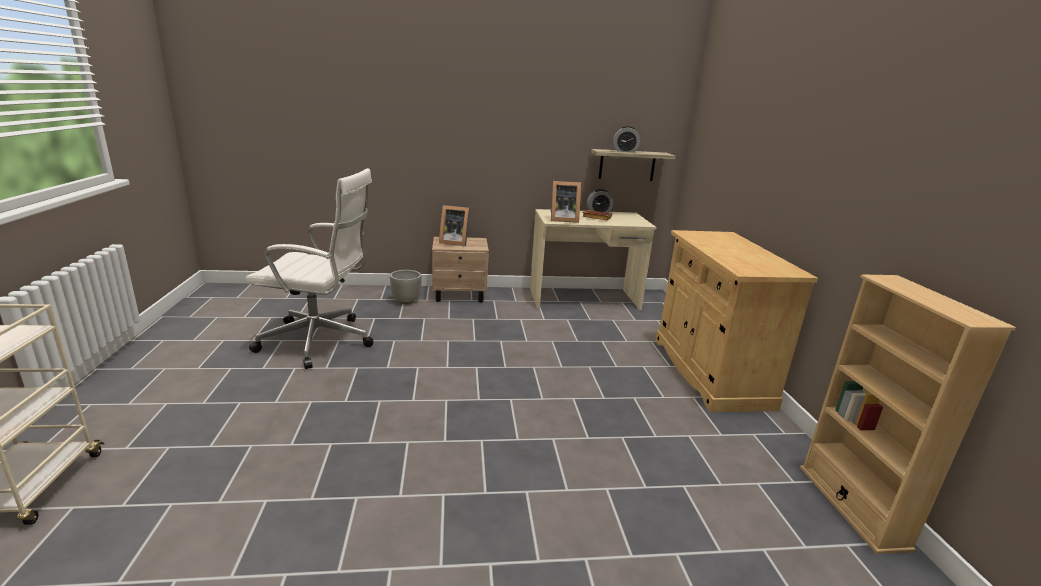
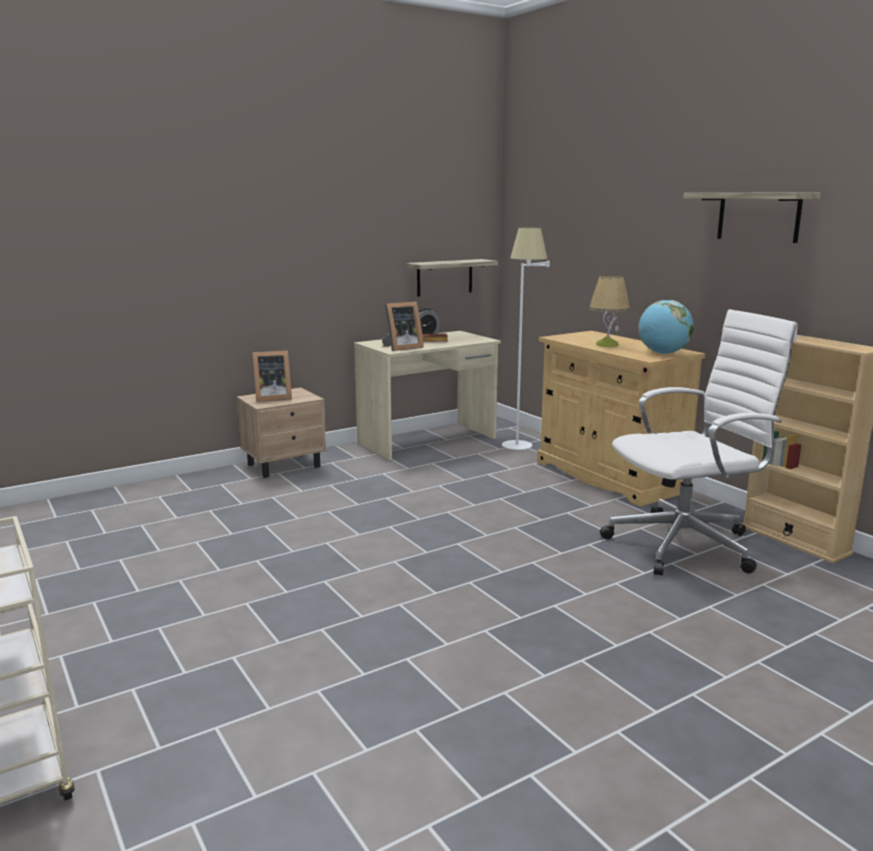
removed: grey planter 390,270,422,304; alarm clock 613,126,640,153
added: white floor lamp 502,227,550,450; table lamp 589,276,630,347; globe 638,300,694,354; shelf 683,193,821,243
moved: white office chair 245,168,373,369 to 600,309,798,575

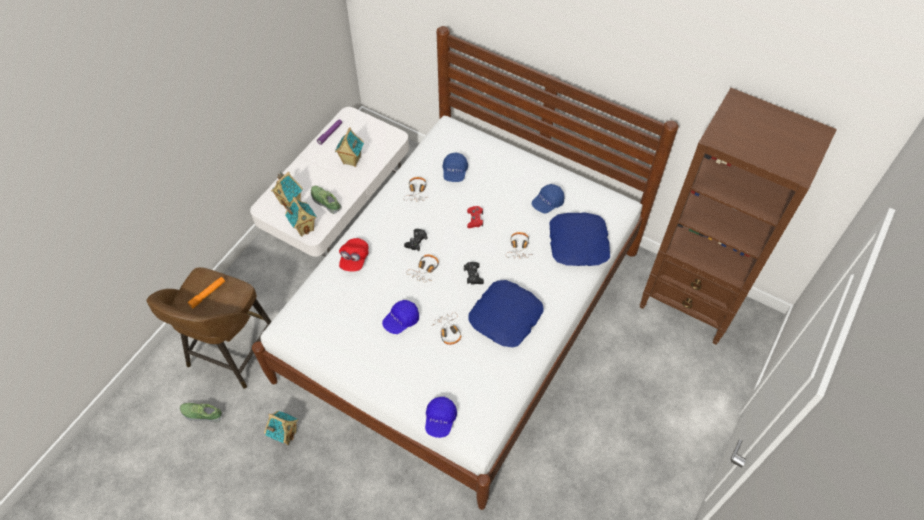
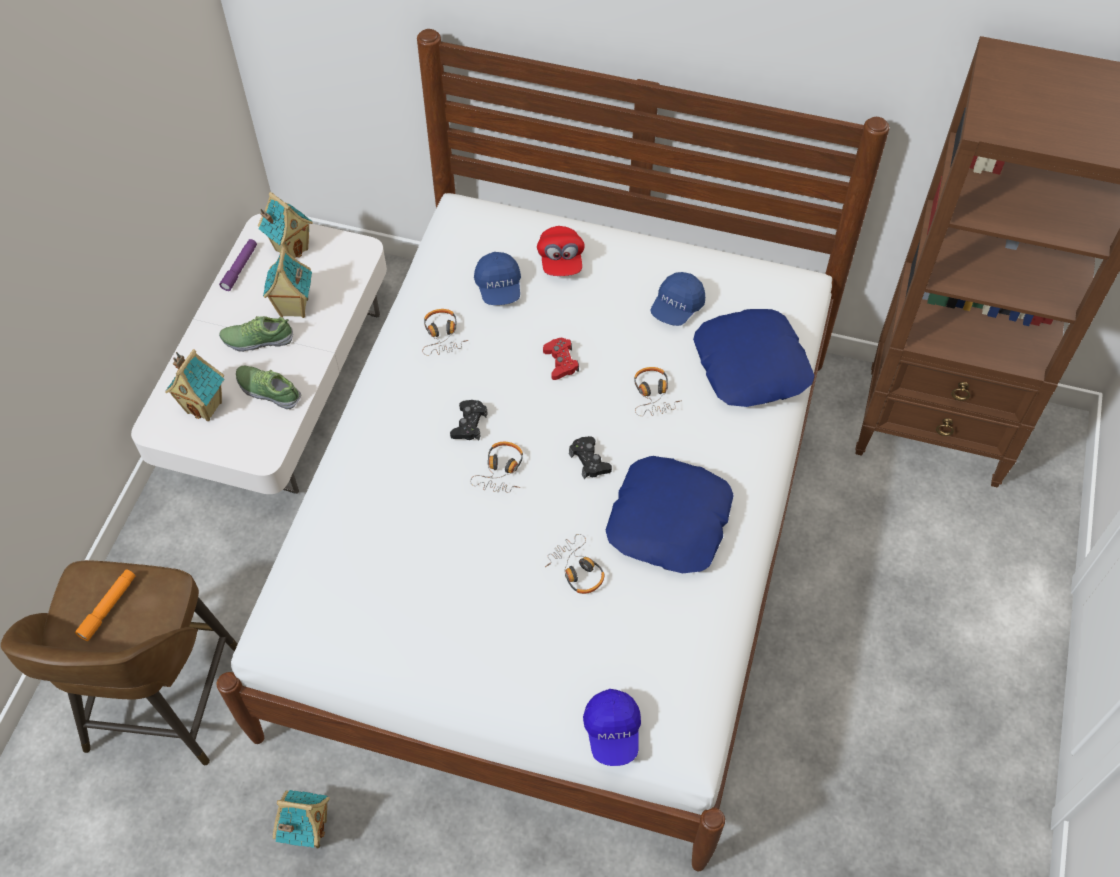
removed: blue cap 382,300,419,334
moved: shoe 180,403,223,422 to 219,316,293,352; toy house 285,197,317,237 to 258,192,313,258; red cap 339,238,369,272 to 537,226,585,276

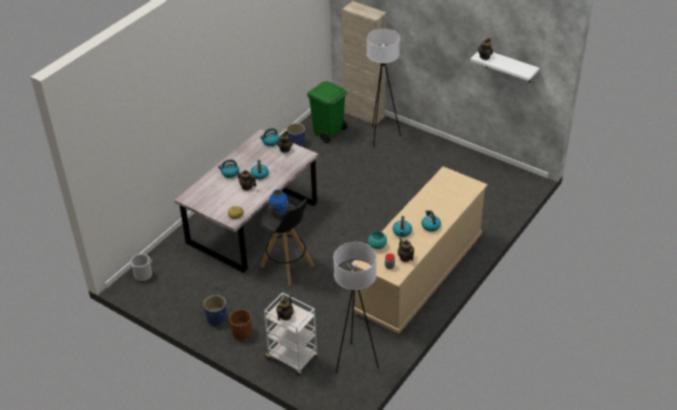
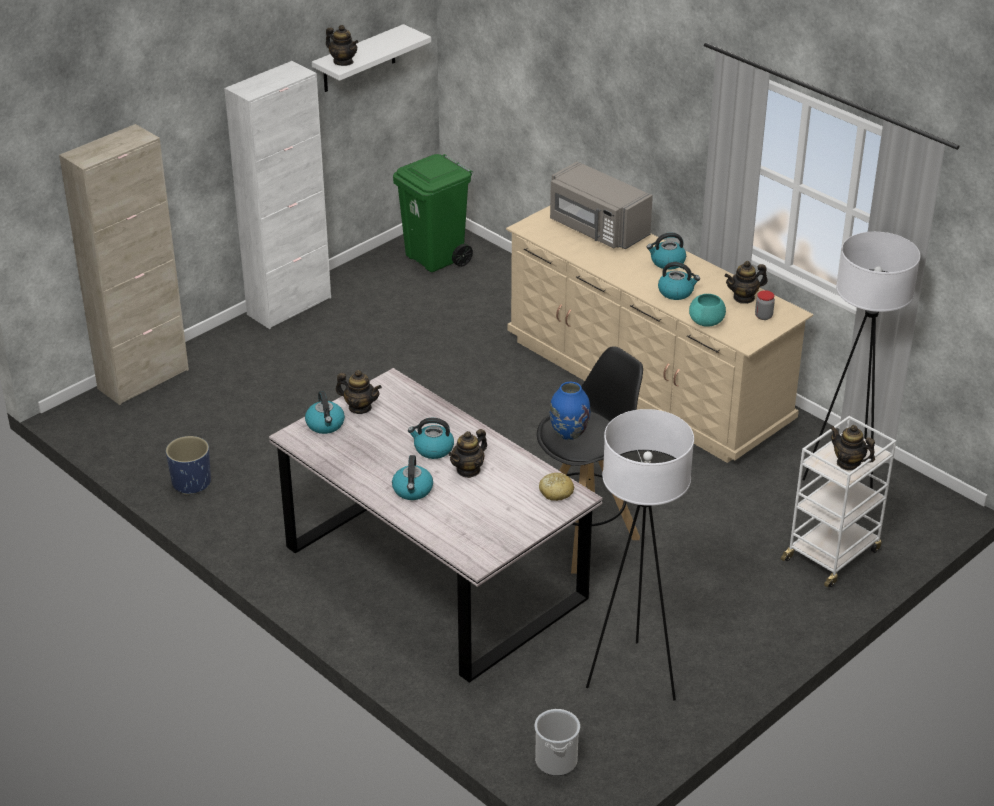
removed: blue planter 203,295,227,325; brown planter 229,309,252,340
added: white cabinet 224,61,331,329; grey microwave 550,161,653,249
moved: green trash can 307,81,348,143 to 393,154,473,272; white floor lamp 367,29,401,147 to 586,409,694,701

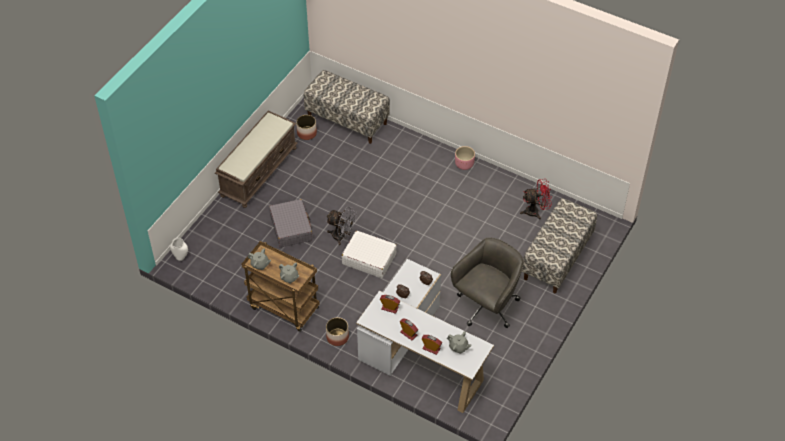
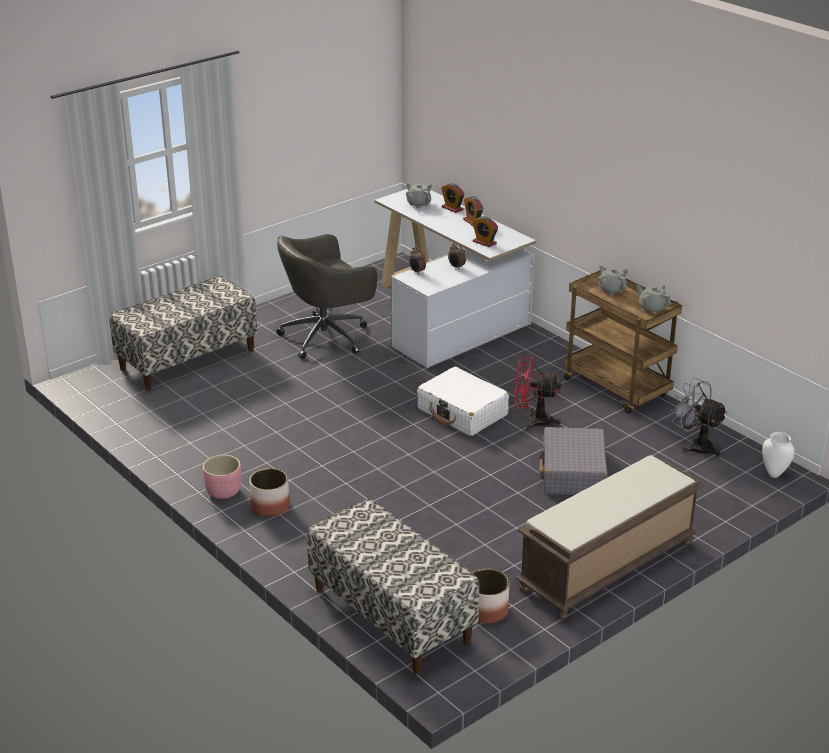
moved: grey fan 326,207,357,245 to 671,377,728,458; planter 326,317,349,346 to 249,468,290,517; red fan 520,179,552,220 to 514,357,561,430

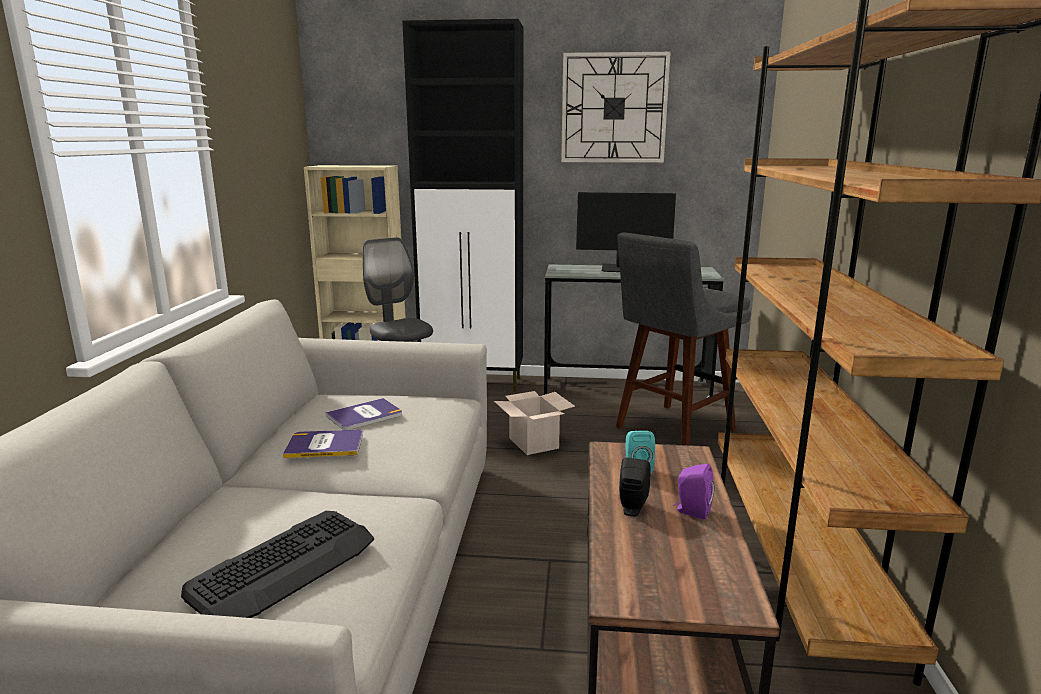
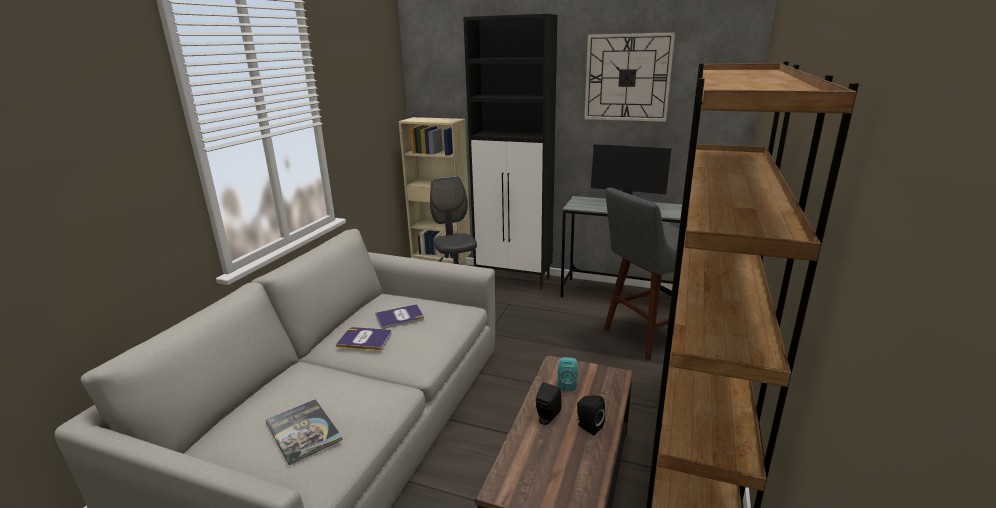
removed: cardboard box 494,391,575,455
replaced: keyboard 181,511,374,618 to book 265,399,343,465
recoloured: purple speaker 673,464,714,520 to black speaker 576,395,605,435

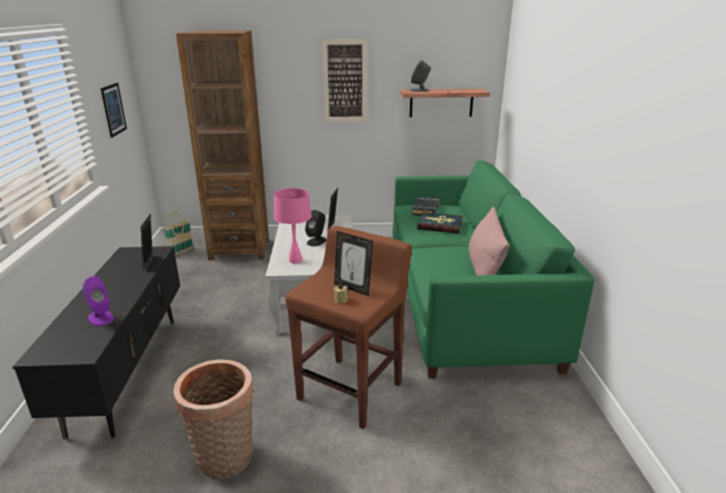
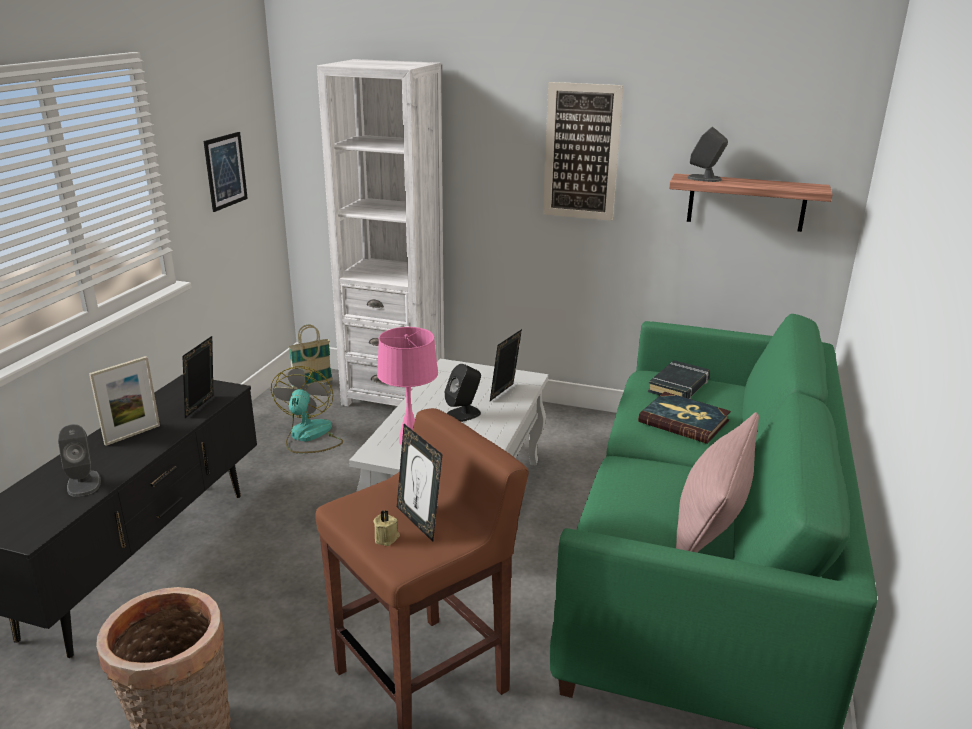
added: picture frame 89,356,160,446; fan 271,366,343,453
recoloured: purple speaker 83,276,114,326 to grey speaker 58,424,101,497; brown bookcase 176,30,269,260 to white bookcase 317,59,444,406

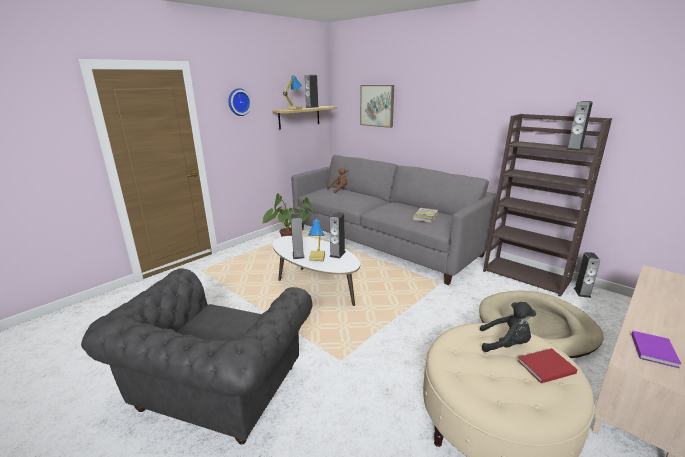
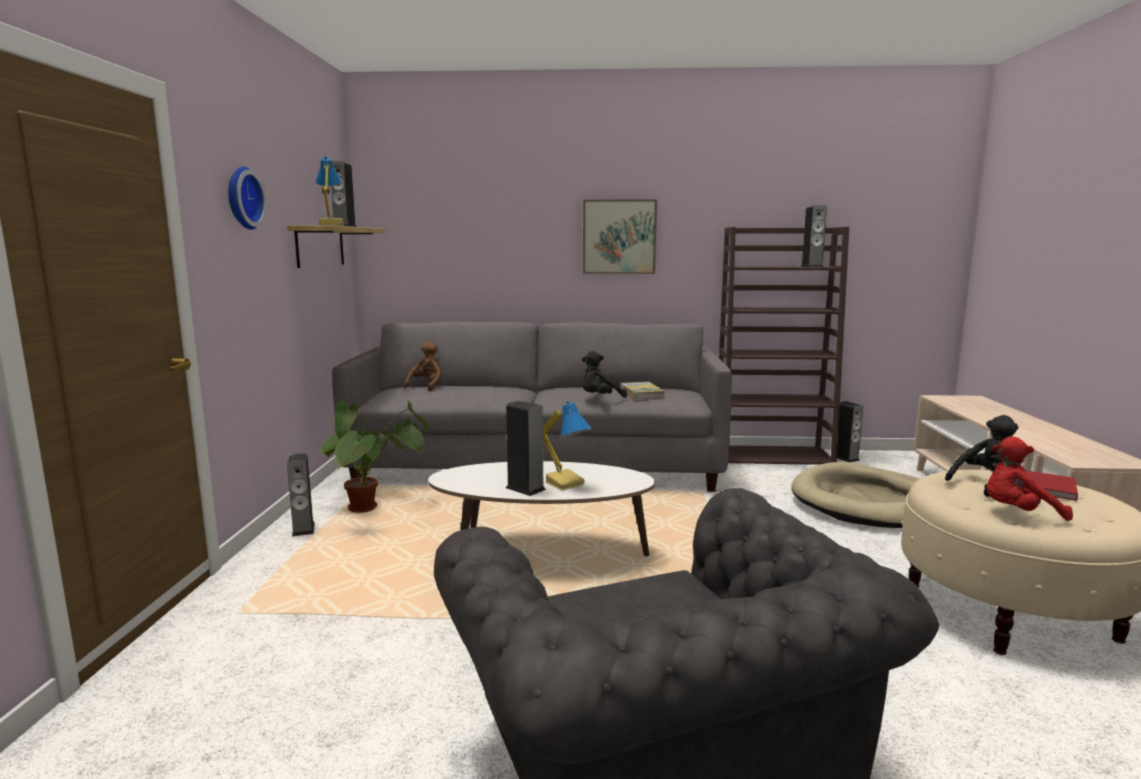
removed: purple book 631,331,681,368
added: black plush toy 582,351,627,398; red plush toy 986,437,1073,521
moved: speaker 329,212,346,259 to 287,453,315,536; picture 360,85,394,128 to 583,199,657,274

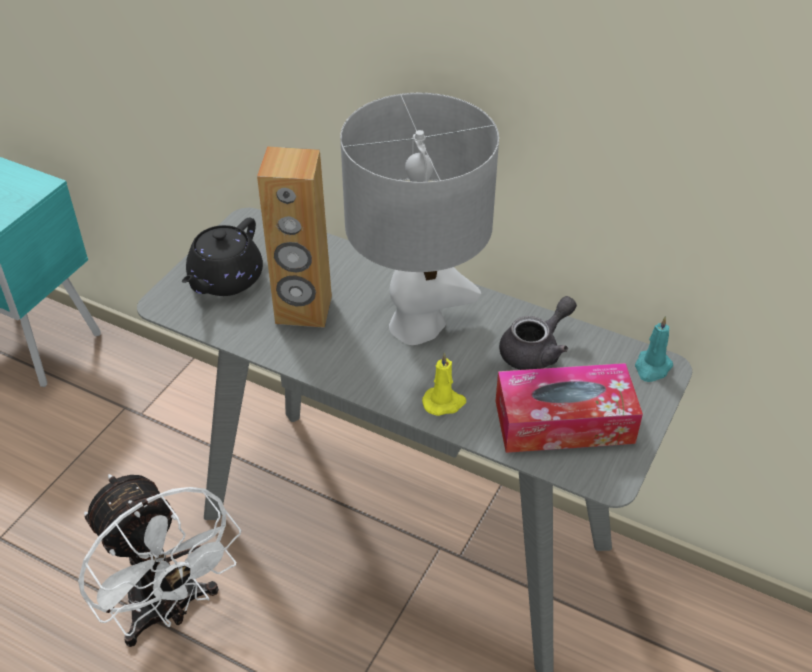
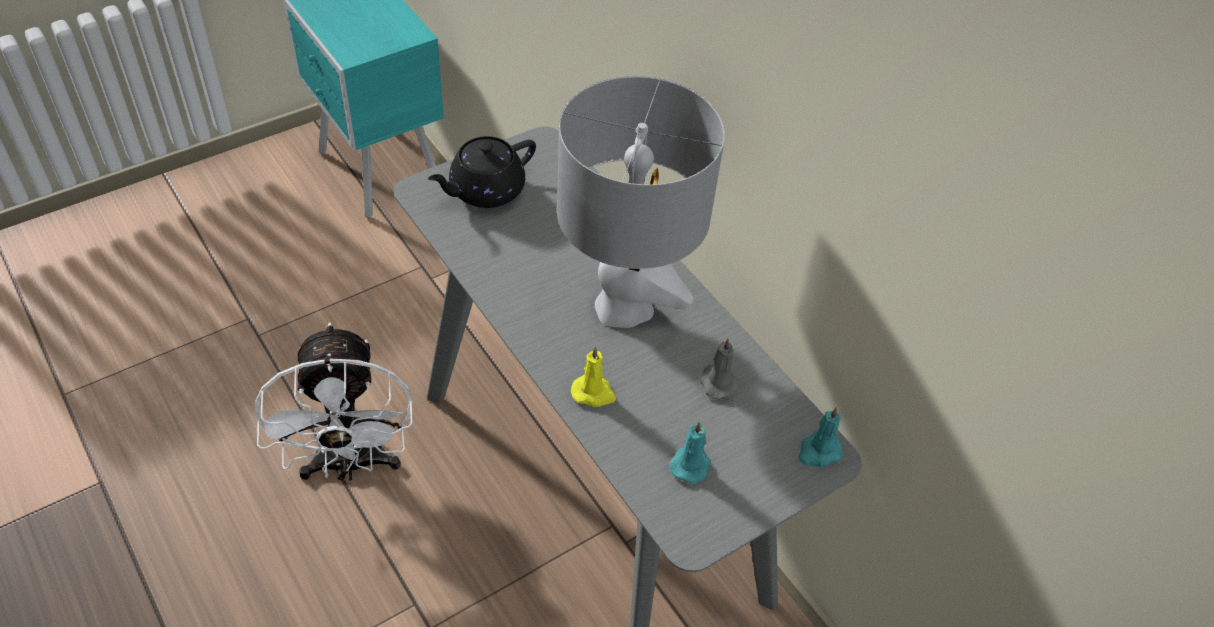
removed: brown speaker 257,146,332,328
replaced: tissue box 496,363,643,453 to turquoise candle 669,421,711,484; grey teapot 499,296,577,370 to grey candle 700,338,740,400

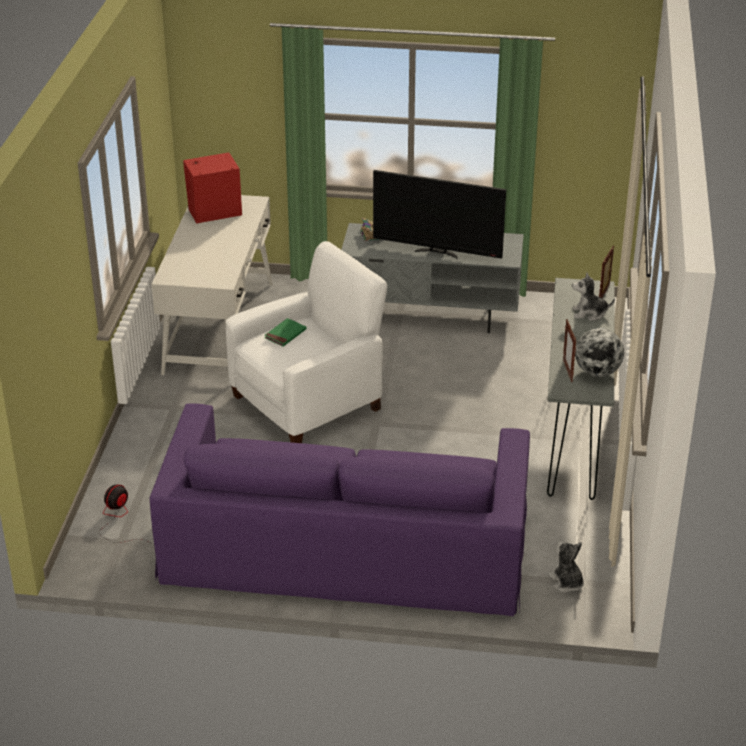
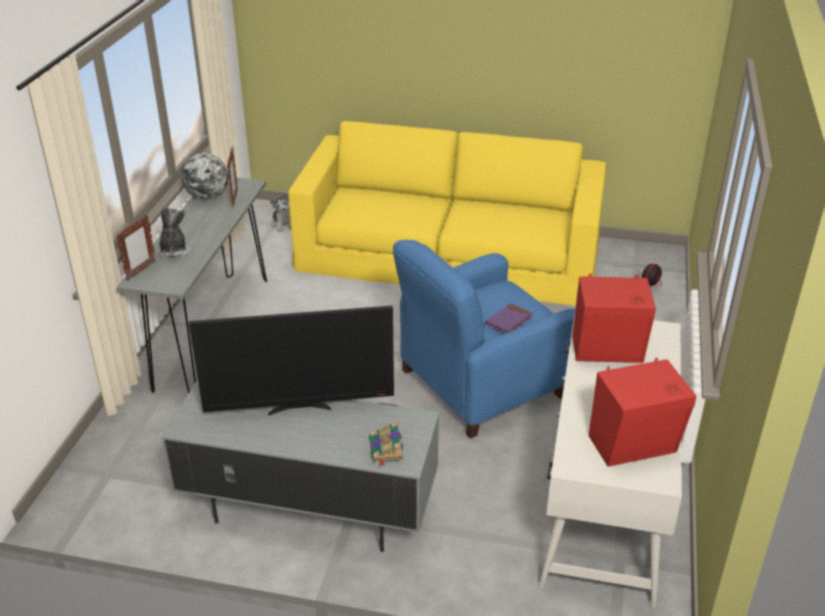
added: red speaker 572,273,656,363
recoloured: purple sofa 150,404,530,616 to yellow sofa 288,121,606,306; white armchair 226,241,387,443 to blue armchair 393,240,575,439; green book 264,318,306,347 to purple book 485,304,533,334
turned: television 373,170,506,259 = 189,306,394,416 150 degrees clockwise; plush toy 572,273,615,321 = 158,205,190,258 105 degrees counterclockwise

